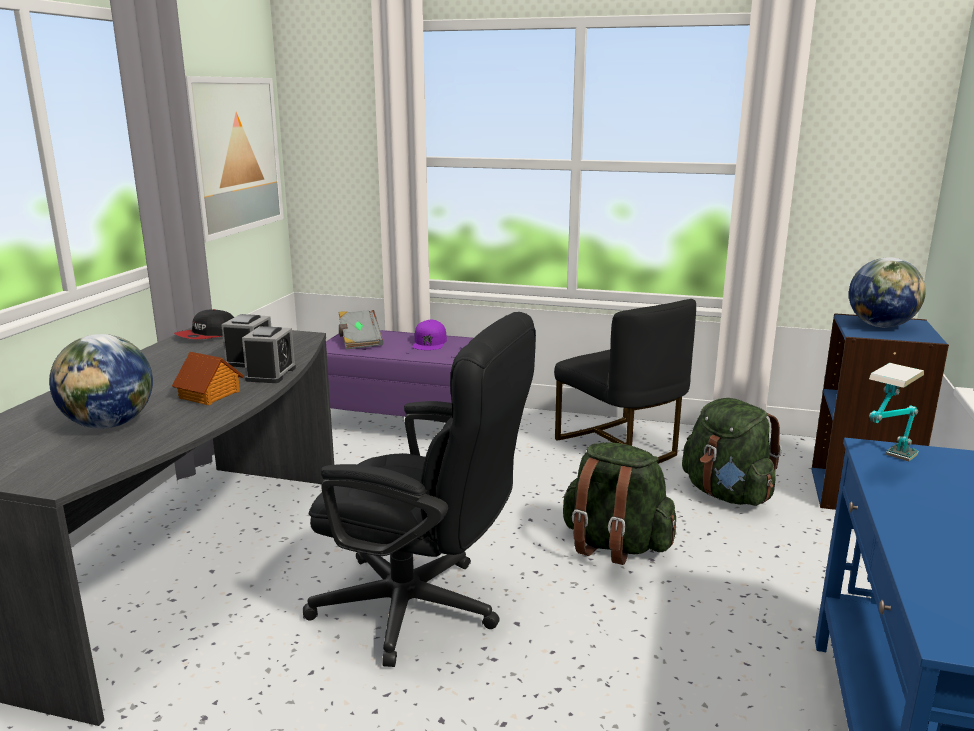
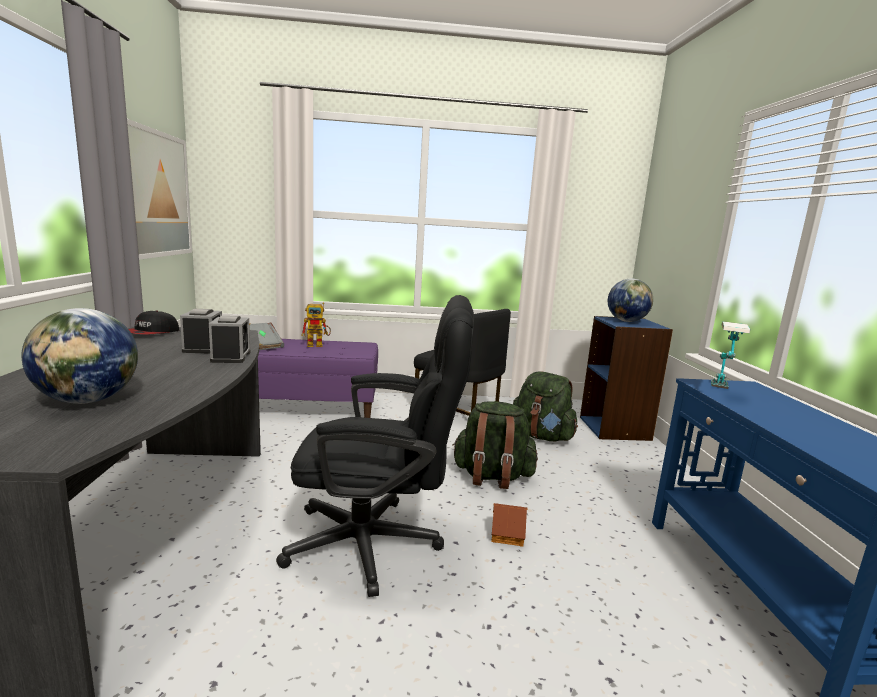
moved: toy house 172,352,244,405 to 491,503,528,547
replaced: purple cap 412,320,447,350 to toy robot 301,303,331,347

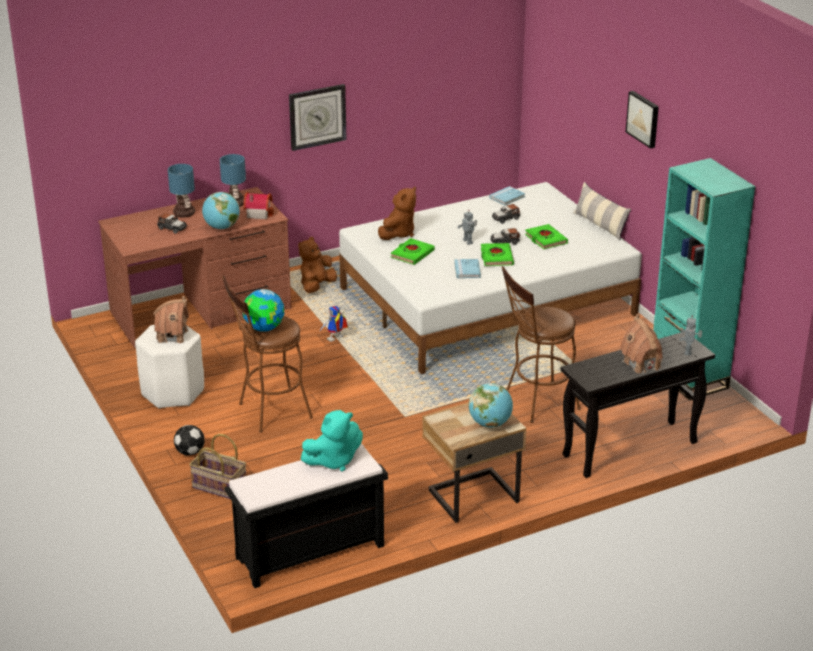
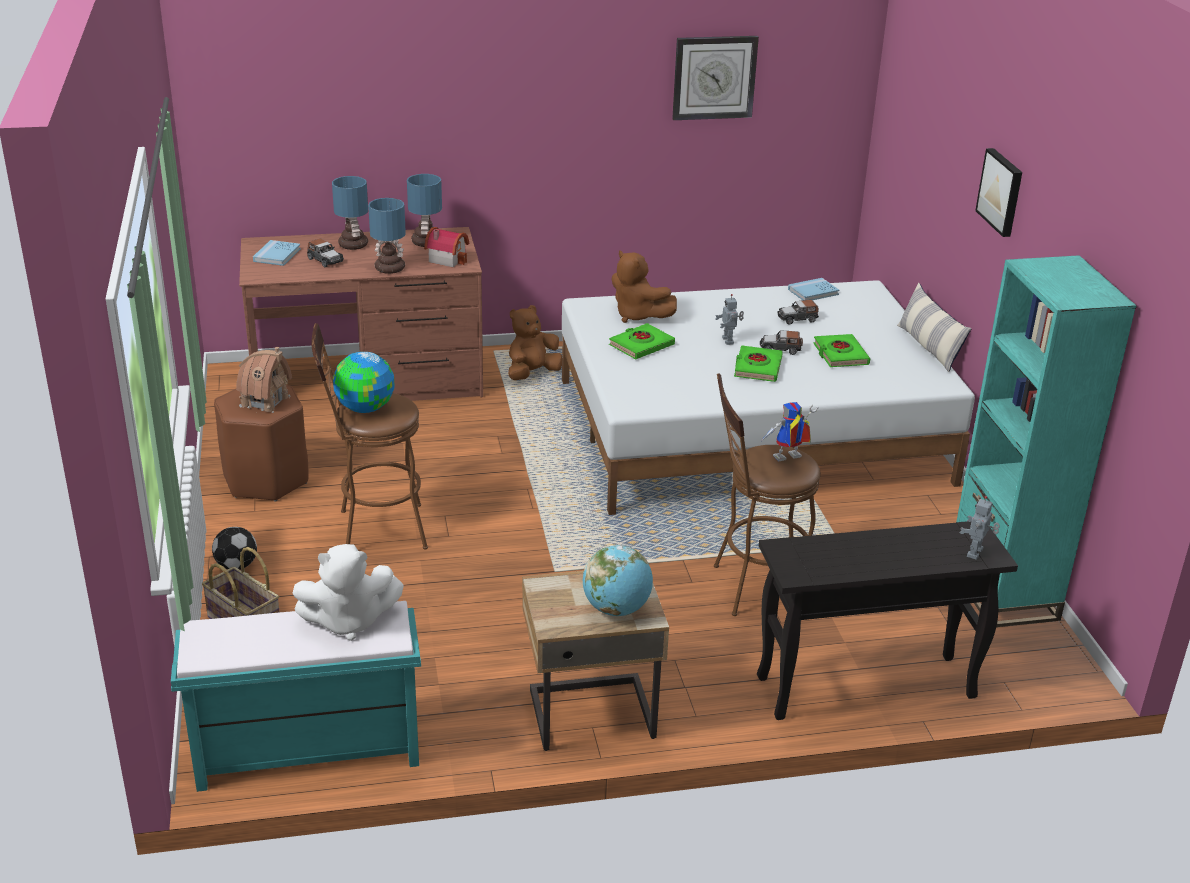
removed: toy house 620,314,663,373
moved: wall clock 289,84,347,151 to 672,36,759,120; toy robot 319,306,349,342 to 760,402,818,461; blue book 454,259,481,278 to 253,240,301,266
replaced: globe 202,192,239,229 to table lamp 368,198,406,274
recoloured: white stool 135,325,204,409 to brown stool 214,385,308,502; black bench 224,443,388,588 to turquoise bench 171,601,421,792; turquoise plush toy 301,410,363,472 to white plush toy 292,544,404,641
turned: brown plush toy 378,187,416,240 = 611,250,677,323 90 degrees clockwise

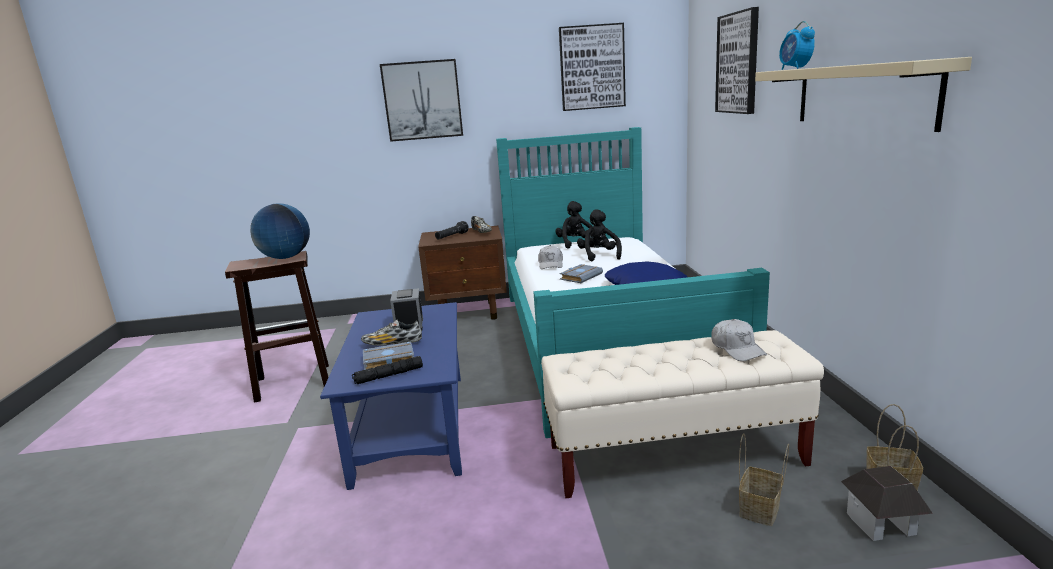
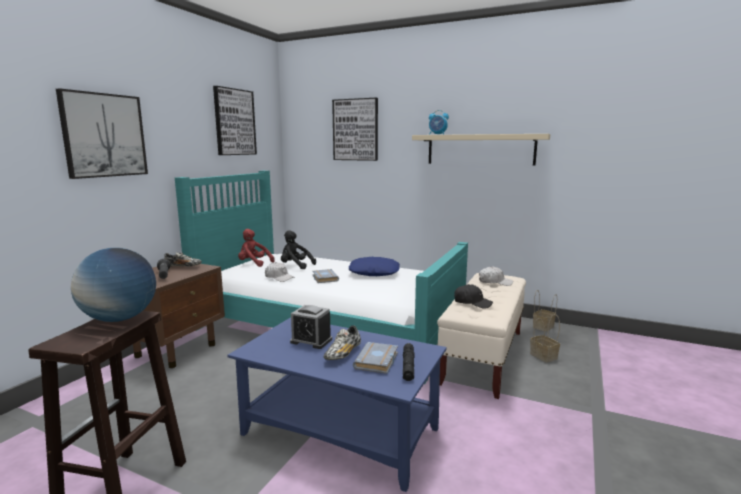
removed: toy house 841,466,933,541
added: black cap 454,284,493,309
recoloured: black plush toy 555,201,593,249 to red plush toy 238,229,275,267

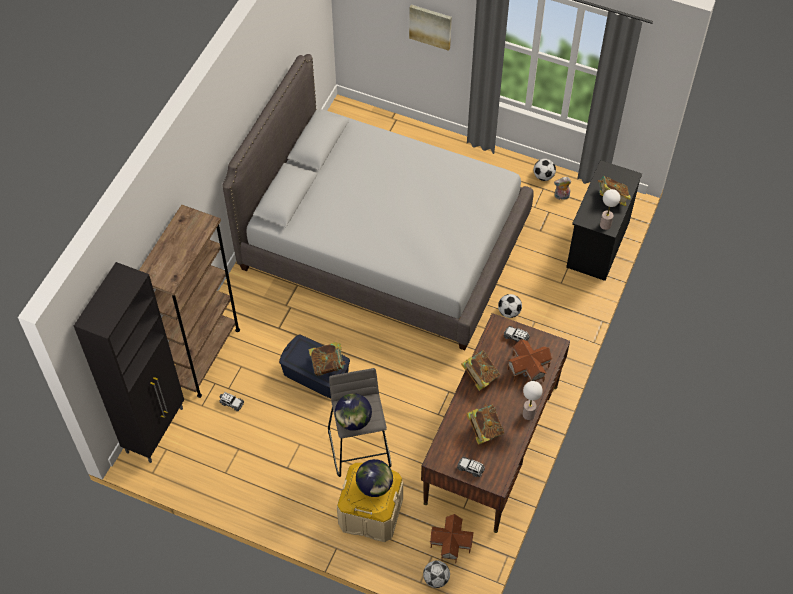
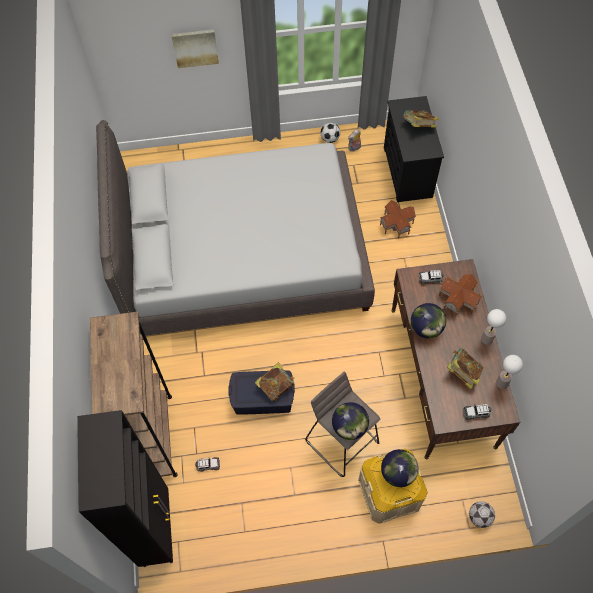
removed: football 498,294,522,318
moved: toy house 430,514,474,563 to 380,200,416,239; table lamp 600,189,620,230 to 496,355,523,389
replaced: book 461,351,500,391 to globe 411,303,446,338

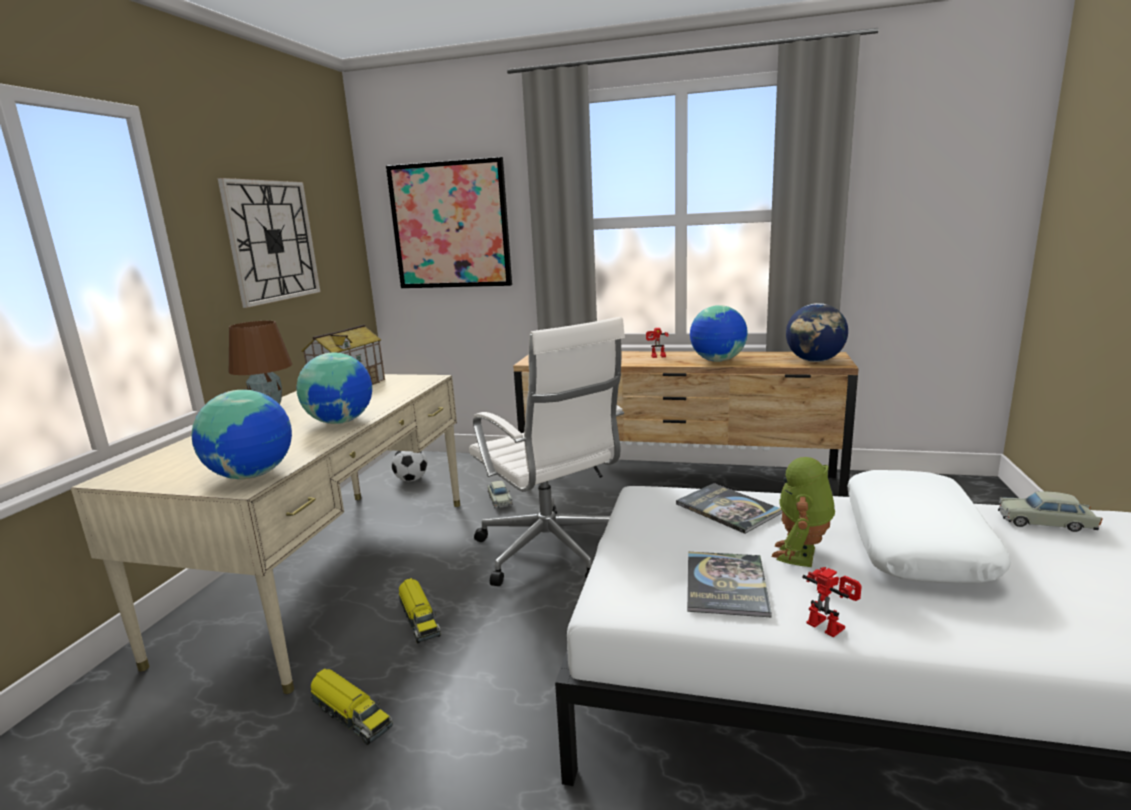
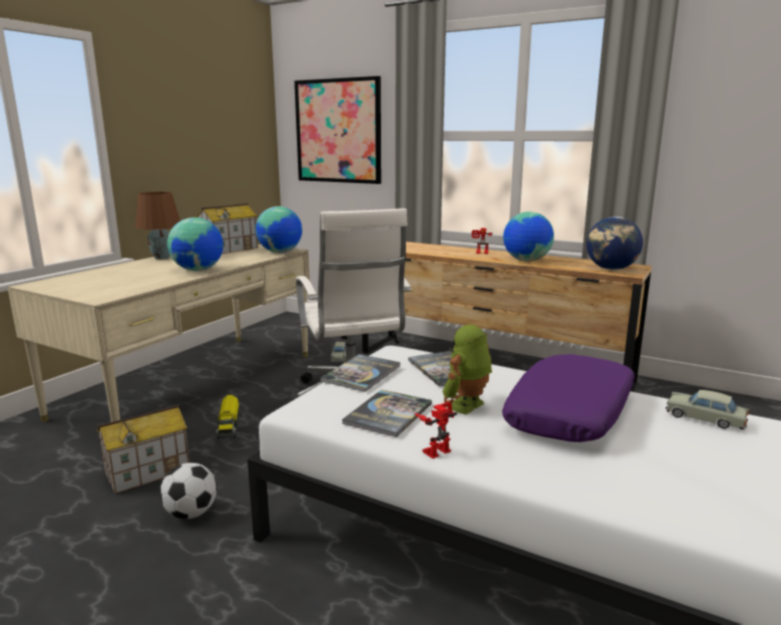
removed: wall clock 218,178,320,308
added: book 321,354,401,392
moved: globe 191,390,292,479 to 255,206,302,253; football 391,451,428,481 to 160,463,217,519
replaced: toy truck 311,668,393,745 to toy house 97,405,190,494
recoloured: white pillow 847,470,1011,583 to purple pillow 502,354,635,442
turned: toy robot 802,567,862,637 = 414,401,457,459 105 degrees counterclockwise

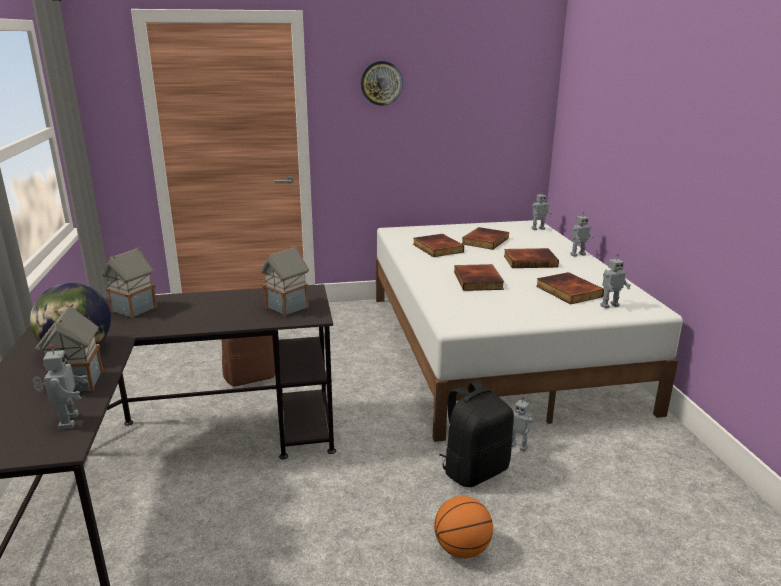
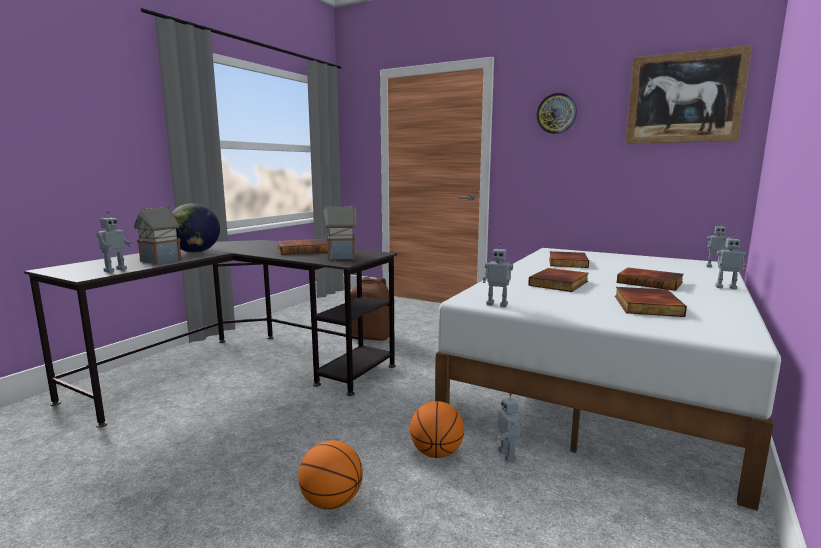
removed: toy house 101,248,158,318
added: picture 625,45,752,144
moved: book 462,227,509,250 to 277,239,328,255; toy robot 600,254,631,309 to 483,242,513,307
replaced: black backpack 439,380,514,487 to basketball 410,401,464,458

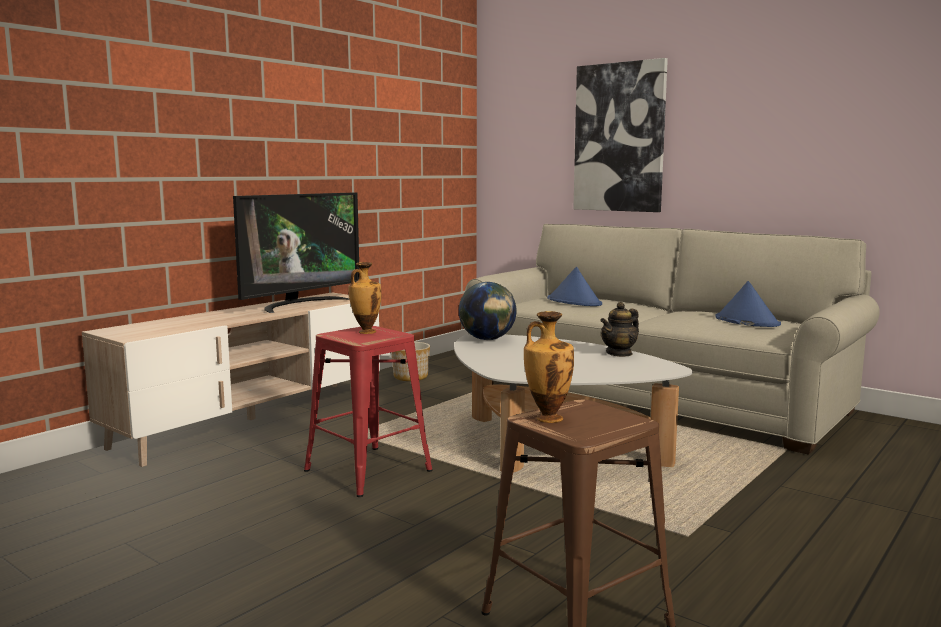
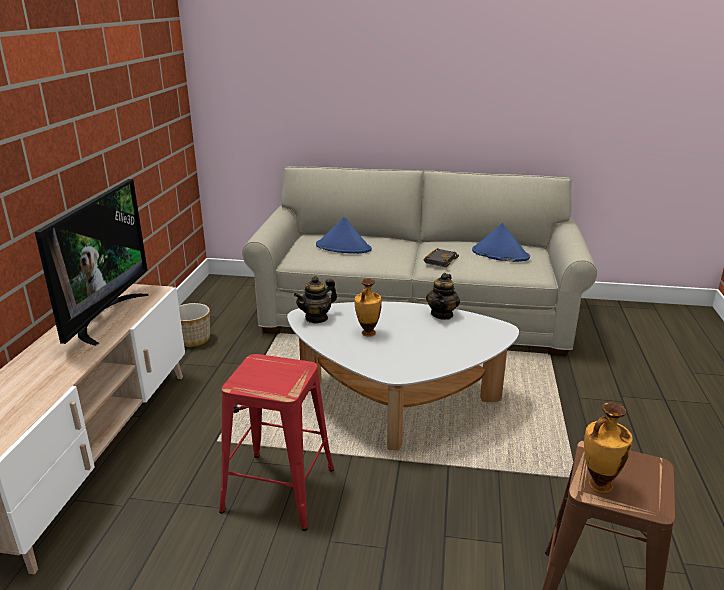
removed: picture 573,58,668,212
added: black book 423,248,459,267
moved: vase 348,262,381,334 to 355,279,382,337
replaced: globe 459,282,516,340 to teapot 294,276,337,324

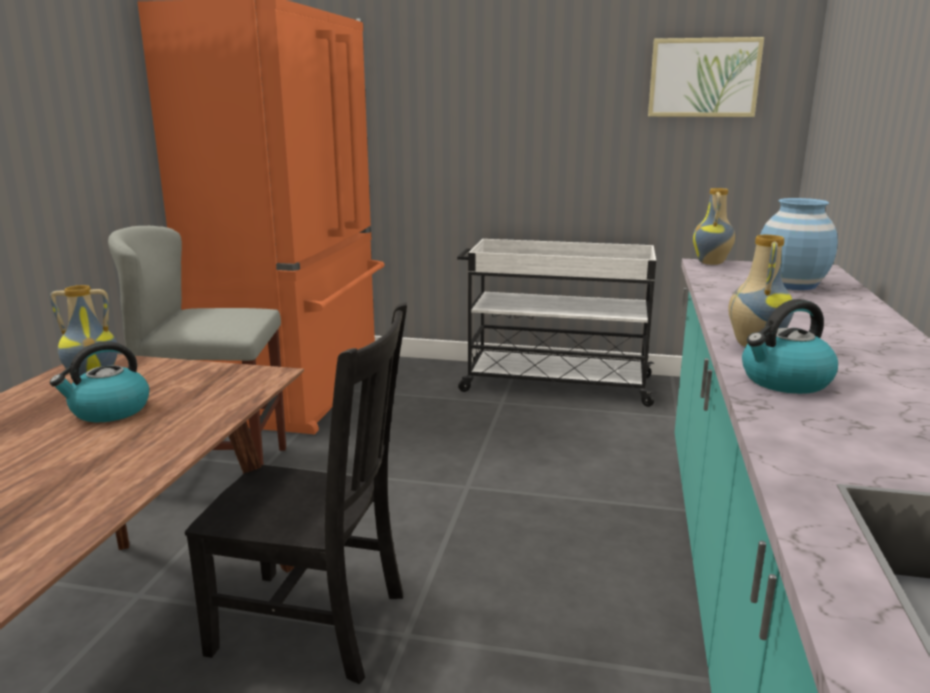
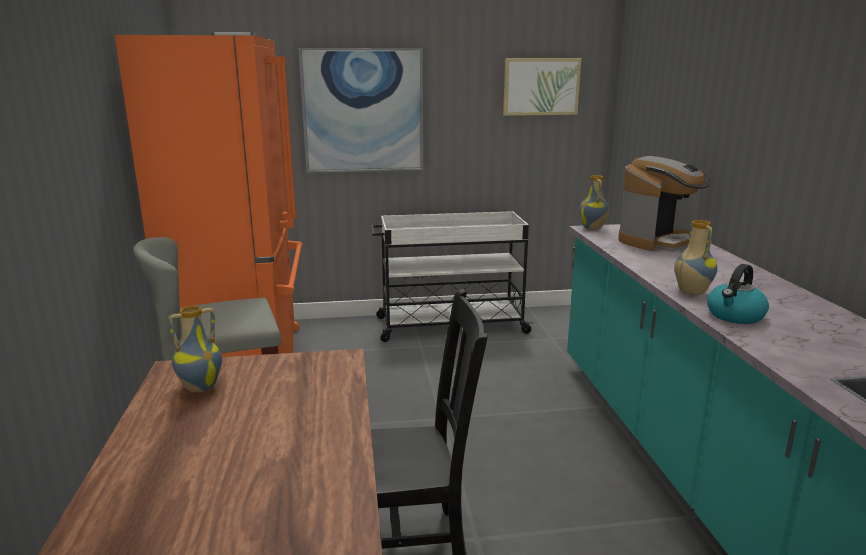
removed: kettle 50,341,150,422
added: picture 298,48,423,173
replaced: blue vase 760,198,838,290 to coffee machine 618,156,711,252

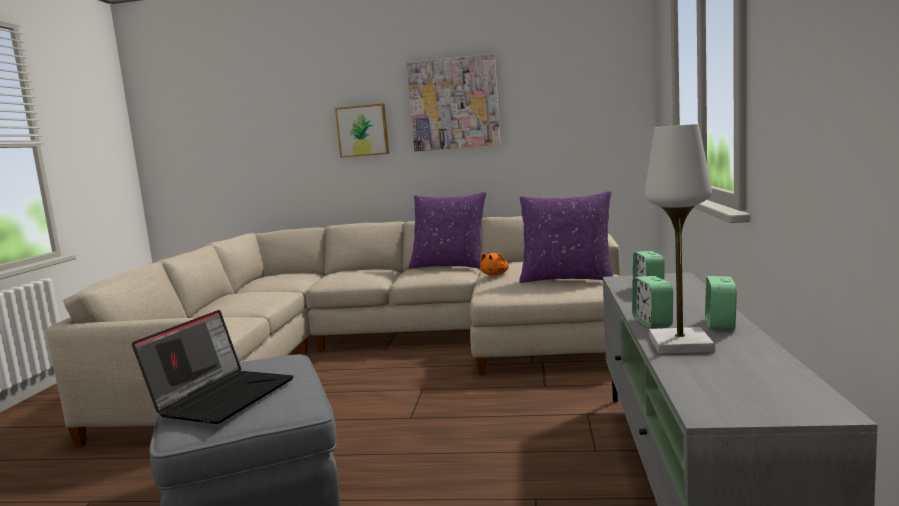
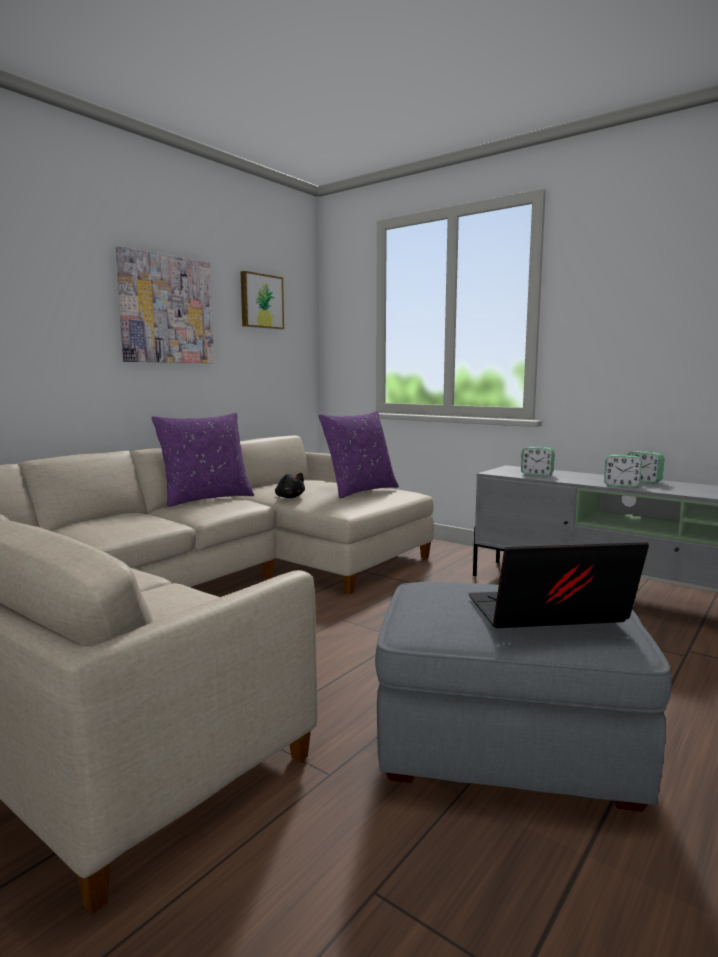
removed: white table lamp 644,124,714,354
moved: picture 335,104,389,158 to 240,271,284,329
recoloured: orange plush toy 480,252,509,276 to black plush toy 275,473,305,498
turned: laptop 132,310,294,424 = 468,542,649,628 60 degrees counterclockwise

